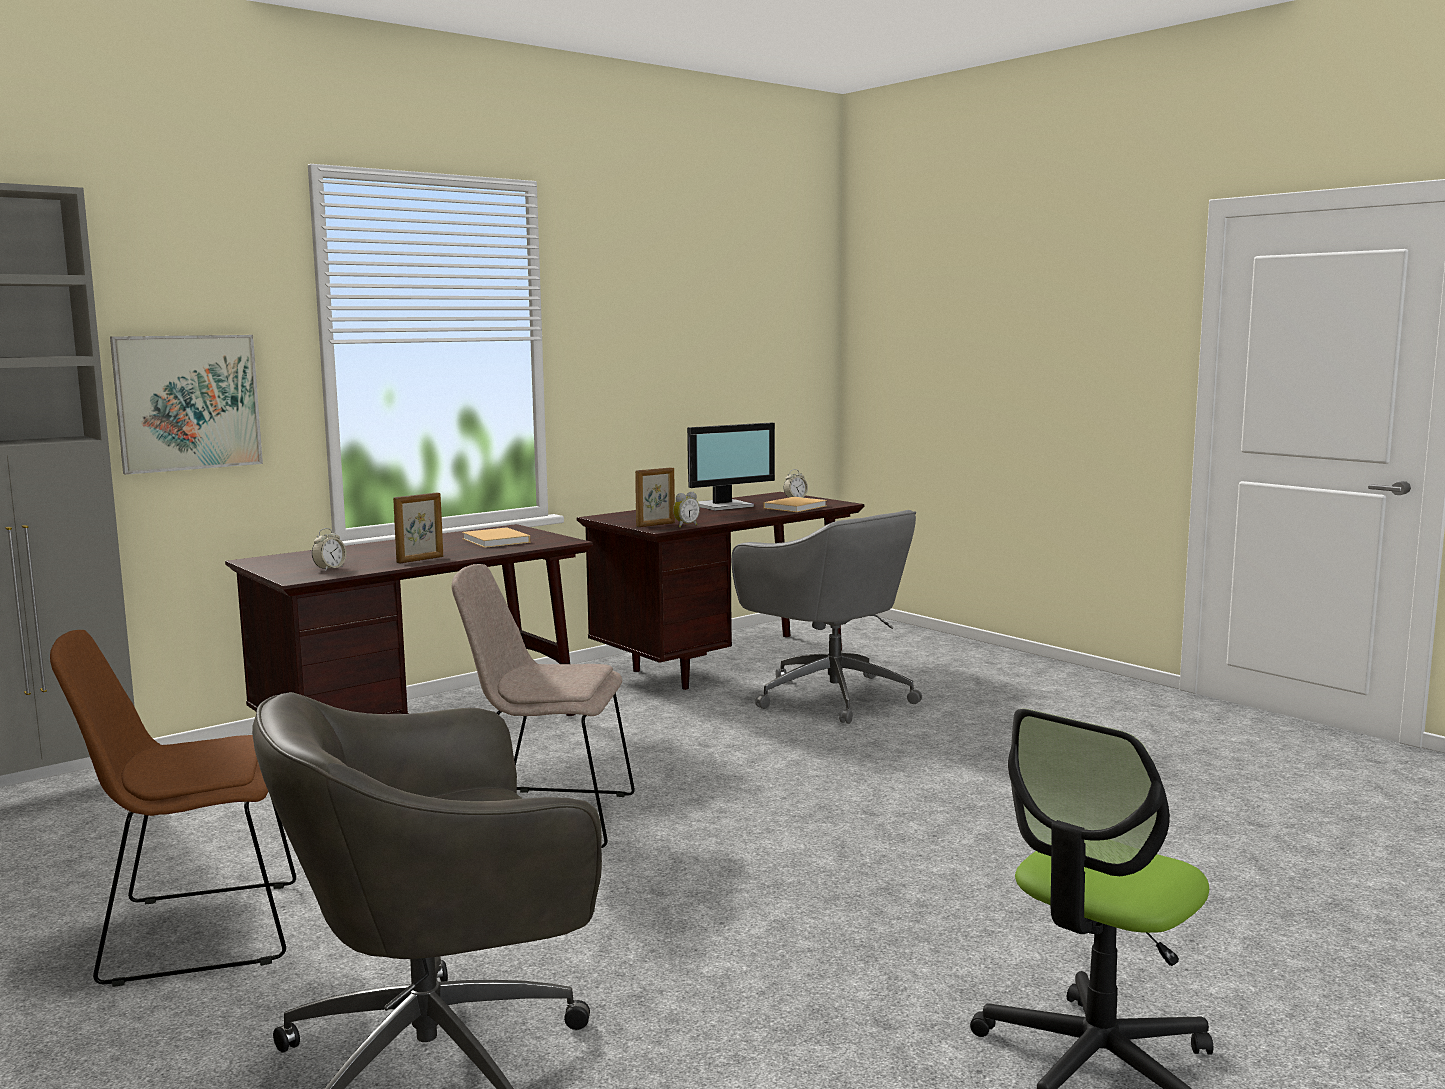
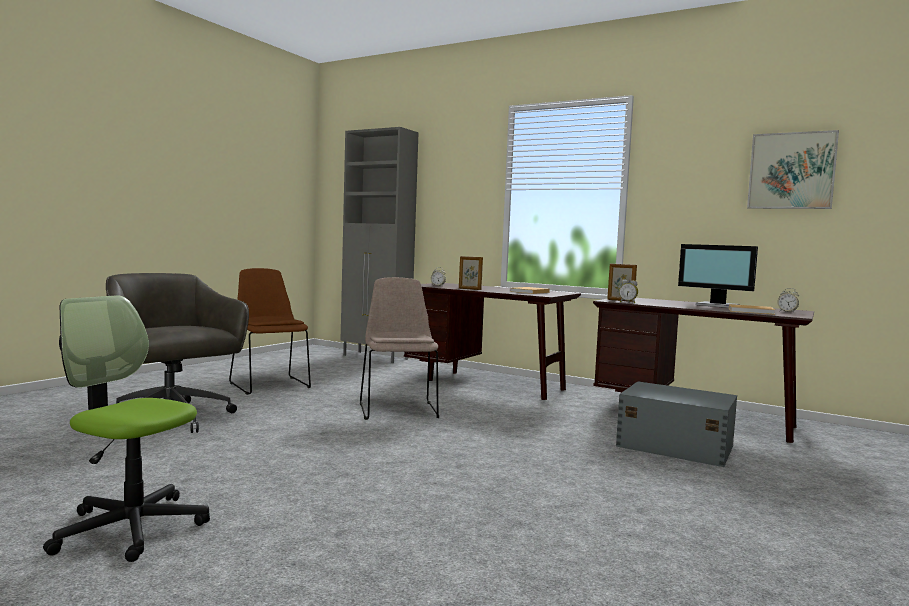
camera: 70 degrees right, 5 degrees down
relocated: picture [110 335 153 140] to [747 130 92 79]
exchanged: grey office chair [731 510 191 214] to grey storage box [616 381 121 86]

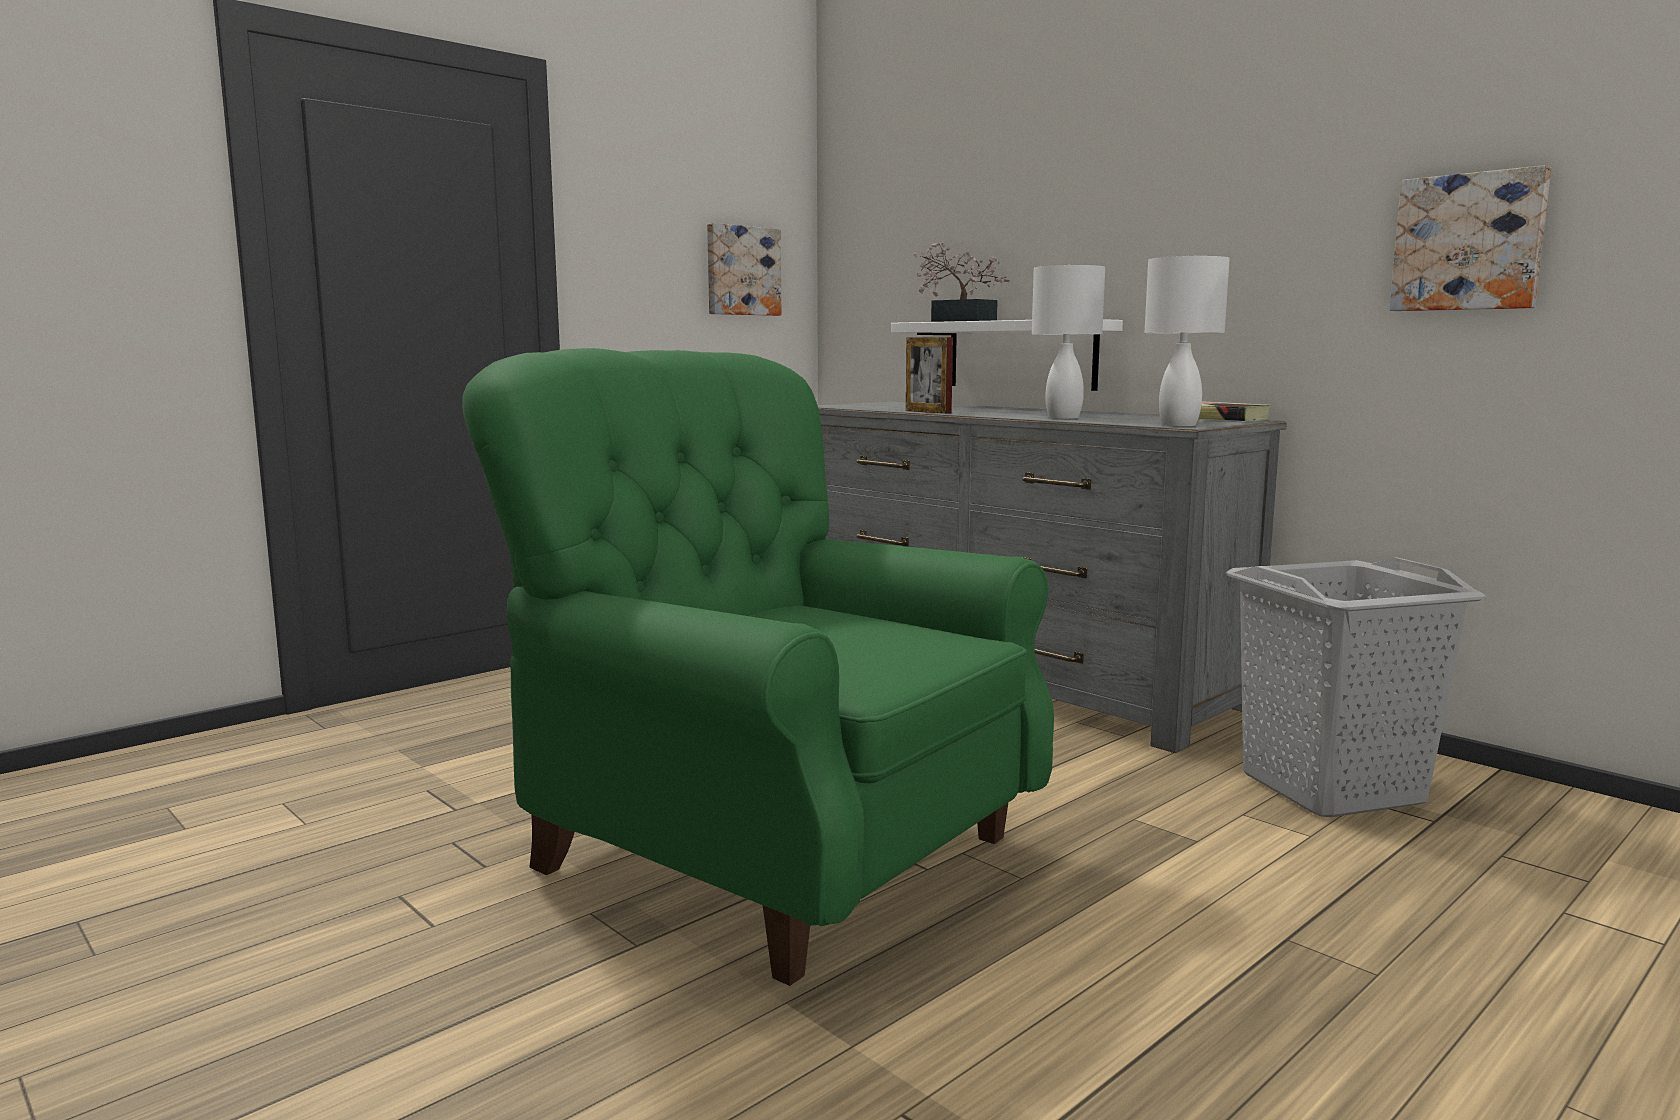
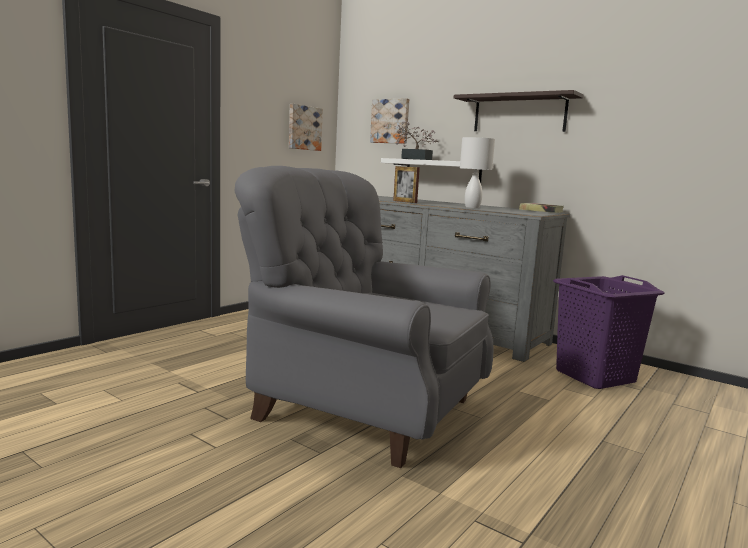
camera: 10 degrees left, 0 degrees up
missing: white table lamp [1145 256 85 170]
appeared: shelf [454 90 130 42]
relocated: picture [1389 165 162 146] to [370 98 39 46]
colour: green armchair [462 348 592 638] to grey armchair [235 166 258 302]; grey laundry basket [1226 557 260 260] to purple laundry basket [553 275 112 114]

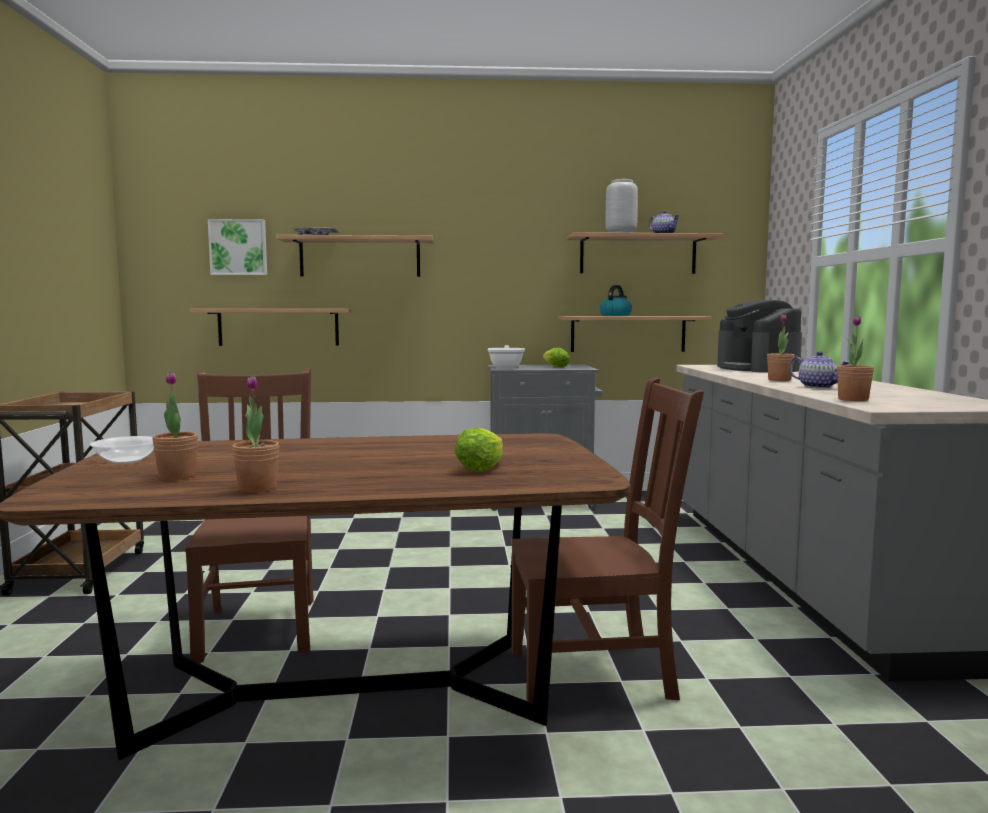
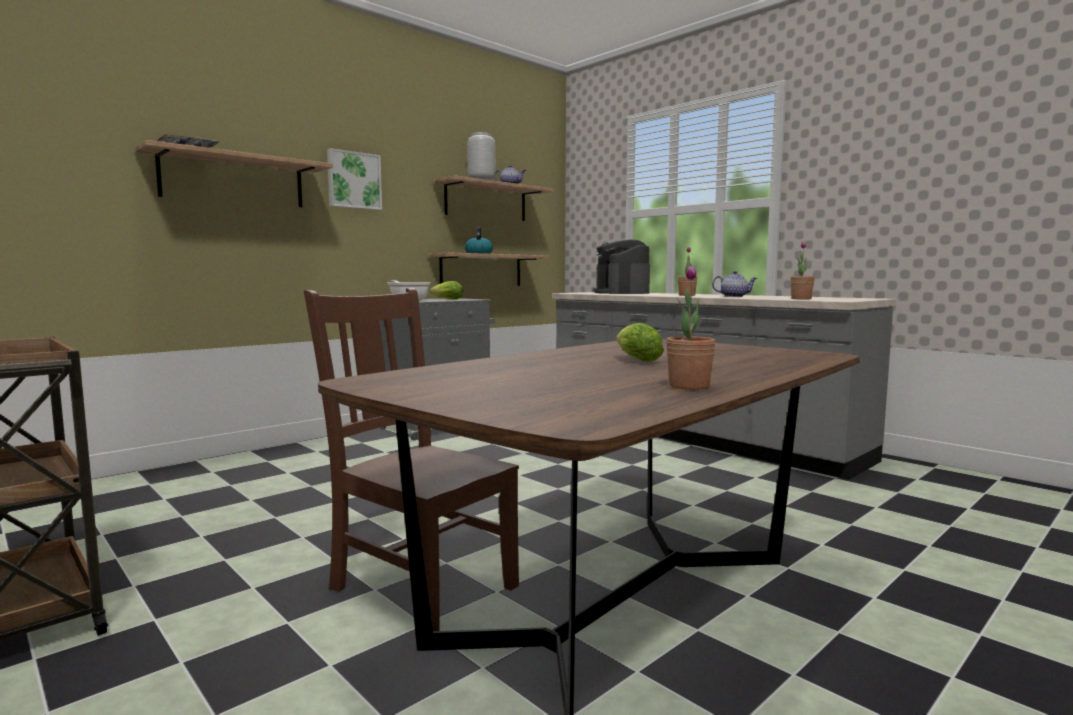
camera: 40 degrees left, 0 degrees up
missing: bowl [90 436 64 28]; potted plant [152 372 46 108]; shelf [190 309 162 37]; brown chair [511 378 193 325]
relocated: picture [208 219 59 56] to [327 148 55 62]; lettuce [454 428 49 44] to [616 323 48 39]
spun: coffee machine [717 300 85 73] = [593 239 57 55] 45 degrees clockwise

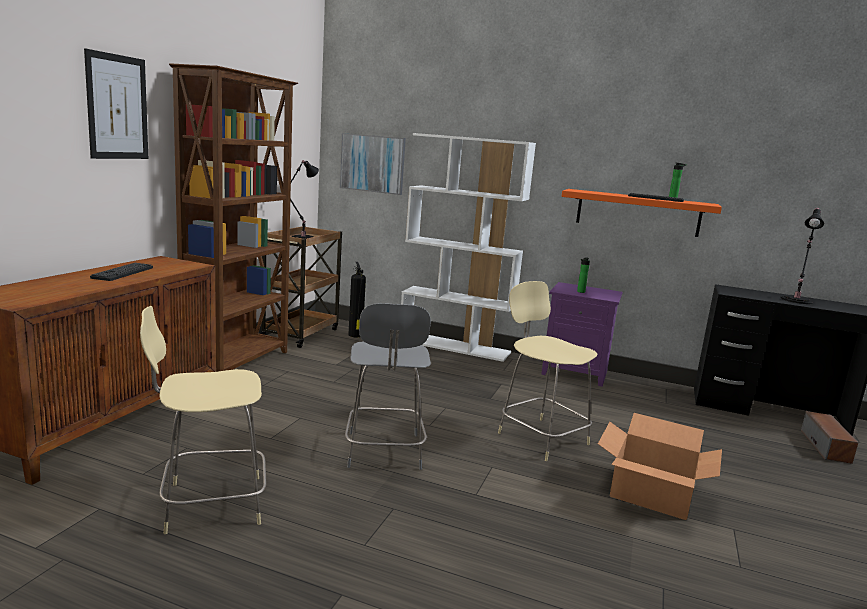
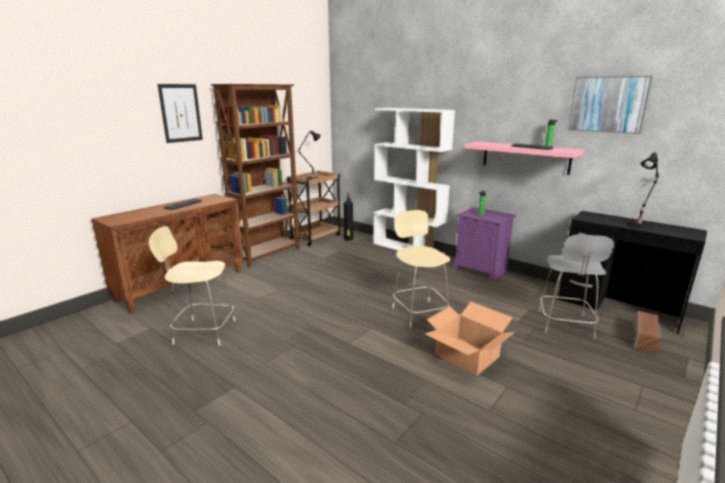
camera: 20 degrees right, 5 degrees up
relocated: picture [340 133 66 62] to [568 76 84 58]; grey chair [345 303 86 167] to [538 234 76 105]
colour: orange shelf [561 189 161 48] to pink shelf [465 141 119 34]

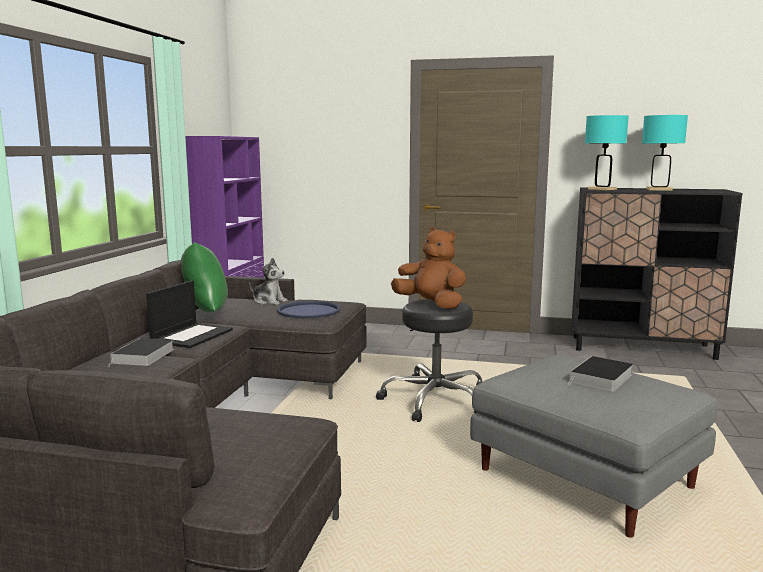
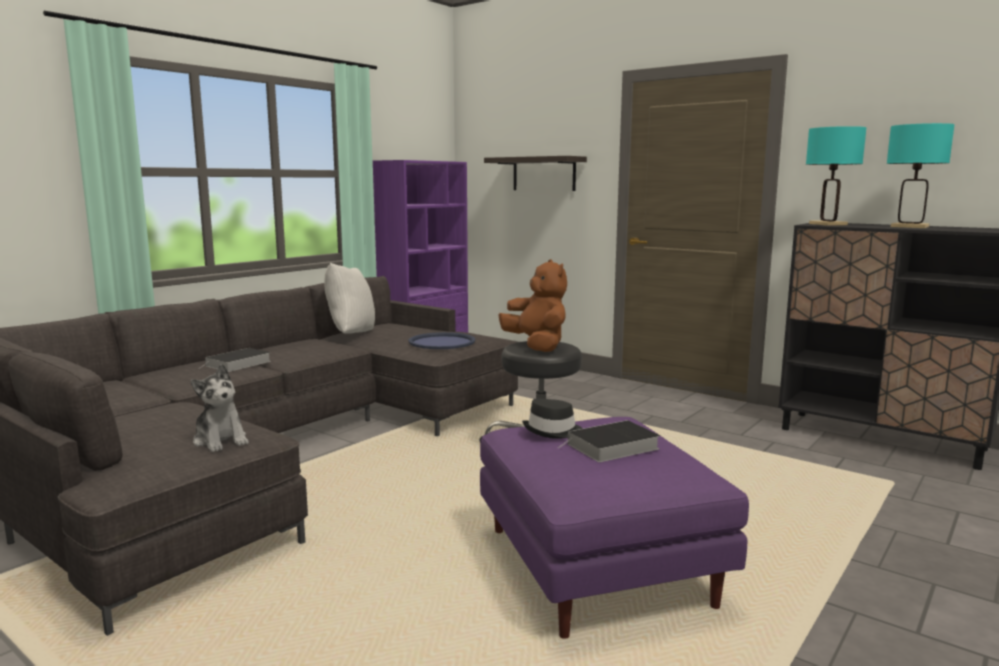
camera: 25 degrees right, 0 degrees up
missing: laptop [146 280 87 68]
appeared: shelf [484 156 103 35]; black hat [522 399 61 40]
relocated: plush toy [249 258 38 47] to [191 364 58 88]
colour: green pillow [181 242 47 70] to white pillow [324 263 51 71]; grey ottoman [470 354 248 184] to purple ottoman [480 417 269 222]

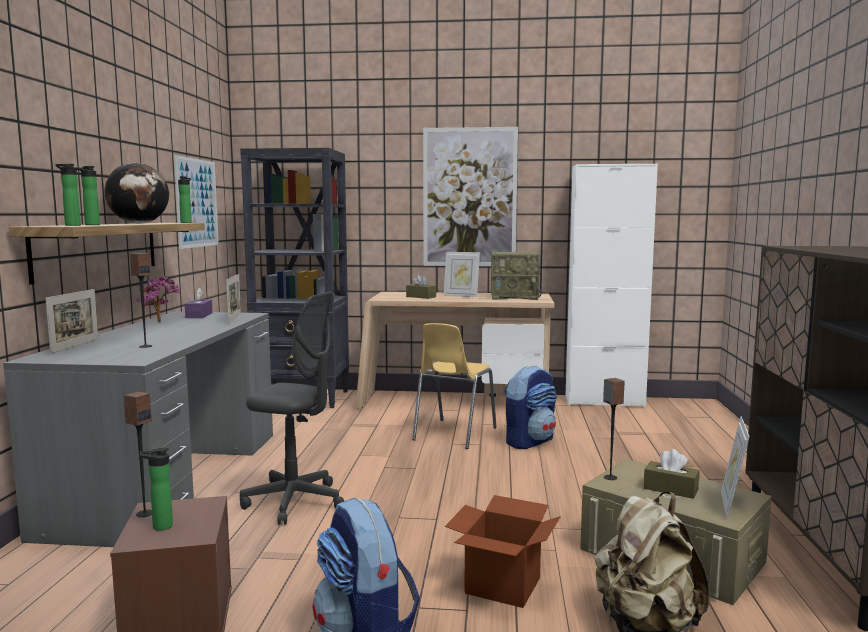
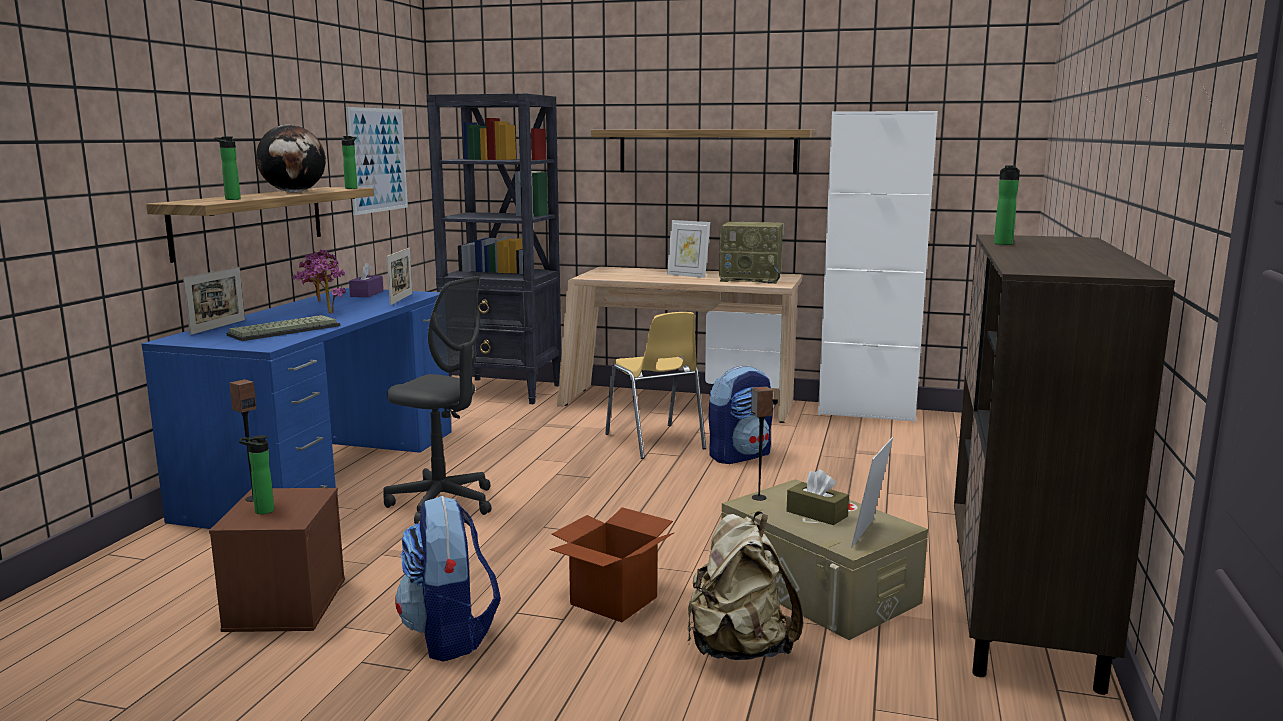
camera: 10 degrees right, 5 degrees up
missing: brown tissue box [406 274 30 25]
appeared: potted plant [297 258 49 55]
relocated: bottle [55 164 26 62] to [994 165 26 80]
exchanged: speaker [130 253 22 95] to keyboard [227 315 114 26]; picture [423 127 95 139] to shelf [591 129 224 45]
colour: grey desk [3 312 270 235] to blue desk [142 288 309 241]
spun: yellow chair [412 323 85 126] = [605 312 101 147] 60 degrees counterclockwise

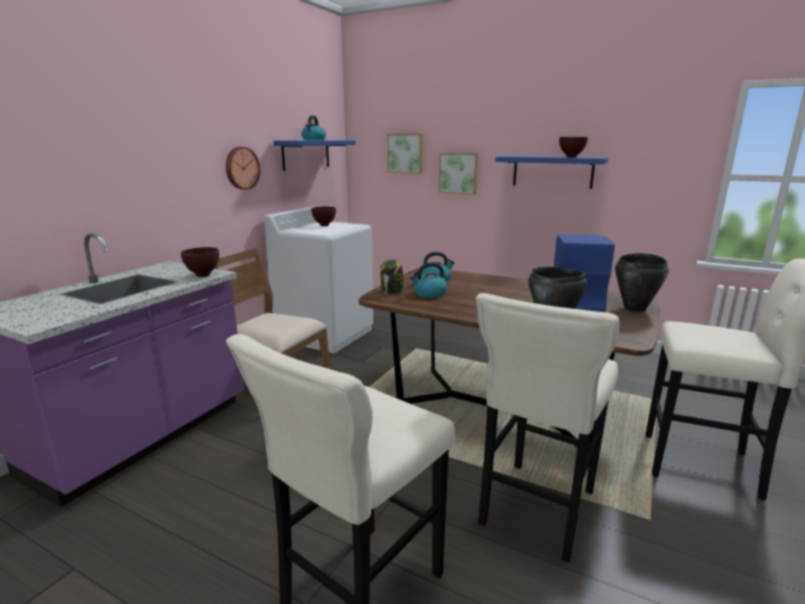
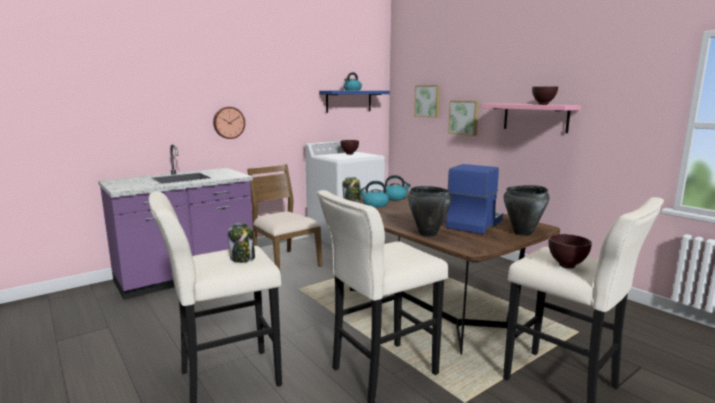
camera: 25 degrees right, 5 degrees down
appeared: jar [228 223 27 40]
relocated: brown bowl [181 247 38 30] to [549 234 43 35]; wall clock [226 147 34 43] to [213 107 32 32]
colour: blue shelf [495 156 113 33] to pink shelf [482 103 99 30]

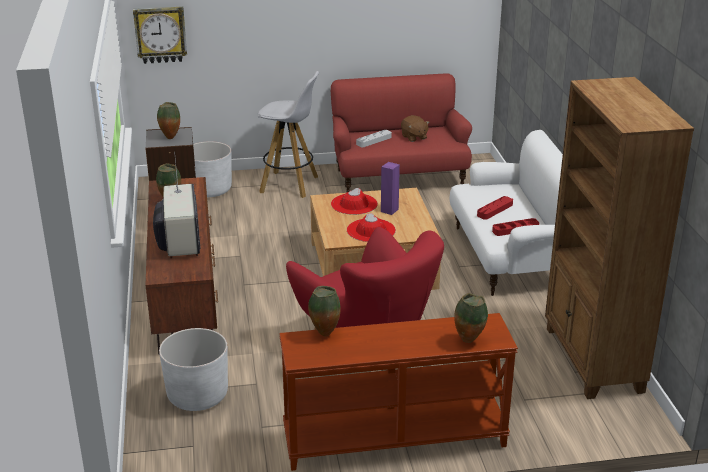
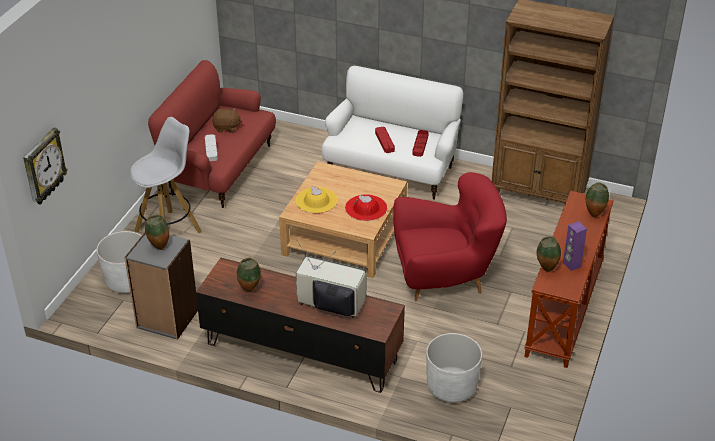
camera: 60 degrees left, 10 degrees up
relocated: purple speaker [381 162 19 53] to [563 221 24 50]
colour: red hat [331 188 47 27] to yellow hat [296 186 42 27]

